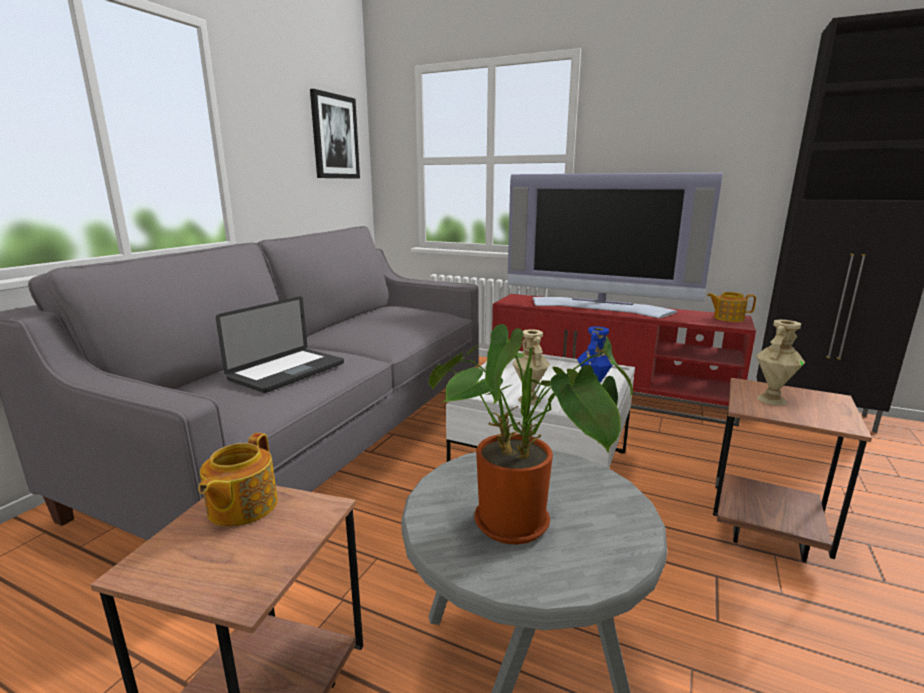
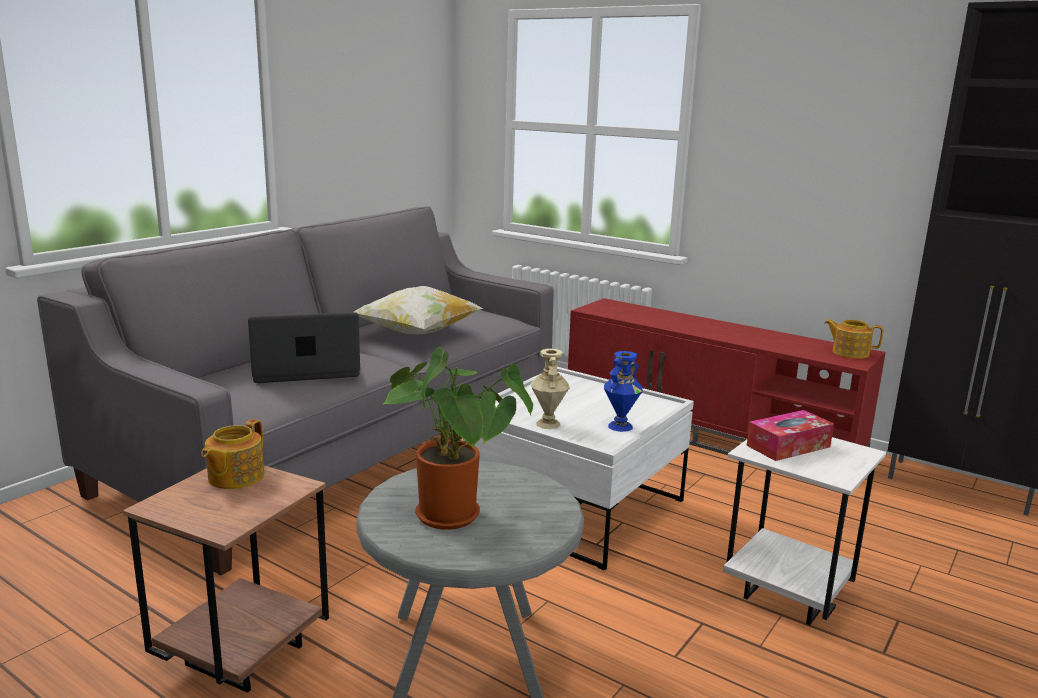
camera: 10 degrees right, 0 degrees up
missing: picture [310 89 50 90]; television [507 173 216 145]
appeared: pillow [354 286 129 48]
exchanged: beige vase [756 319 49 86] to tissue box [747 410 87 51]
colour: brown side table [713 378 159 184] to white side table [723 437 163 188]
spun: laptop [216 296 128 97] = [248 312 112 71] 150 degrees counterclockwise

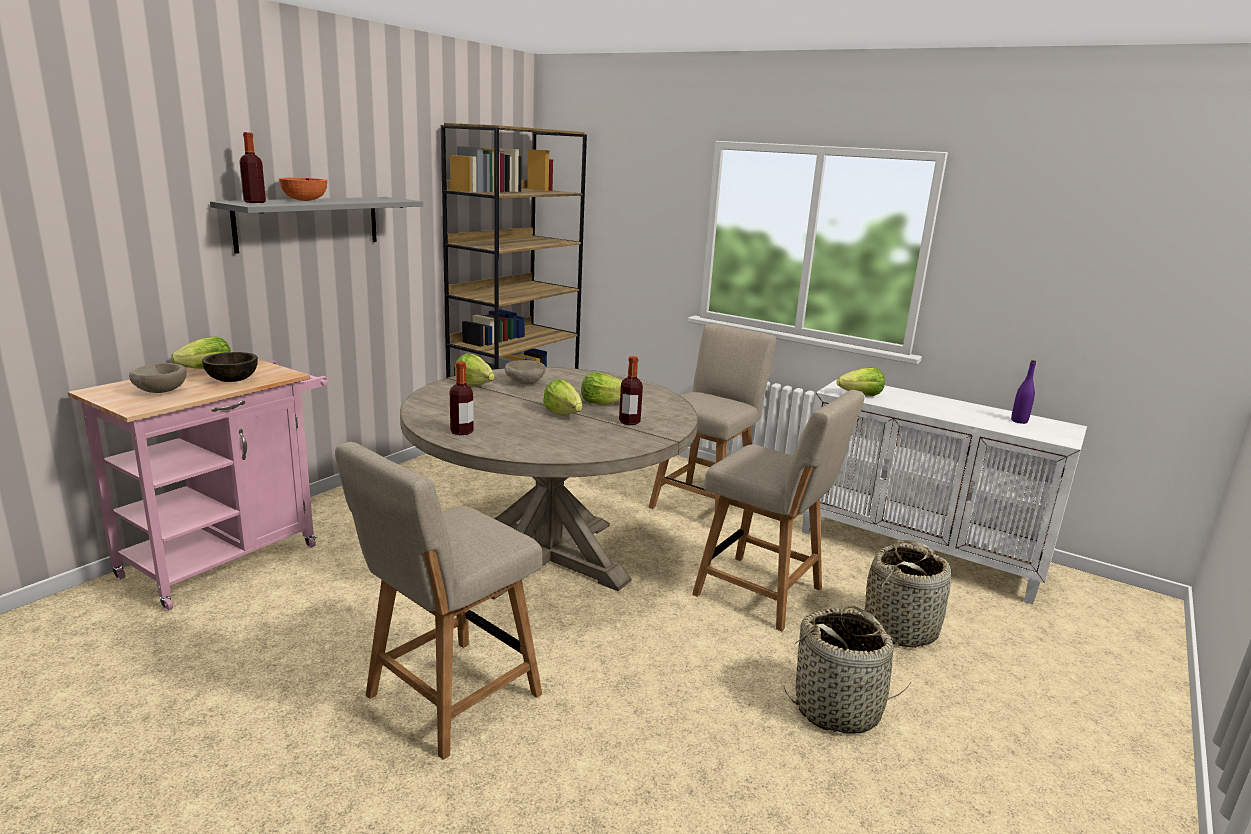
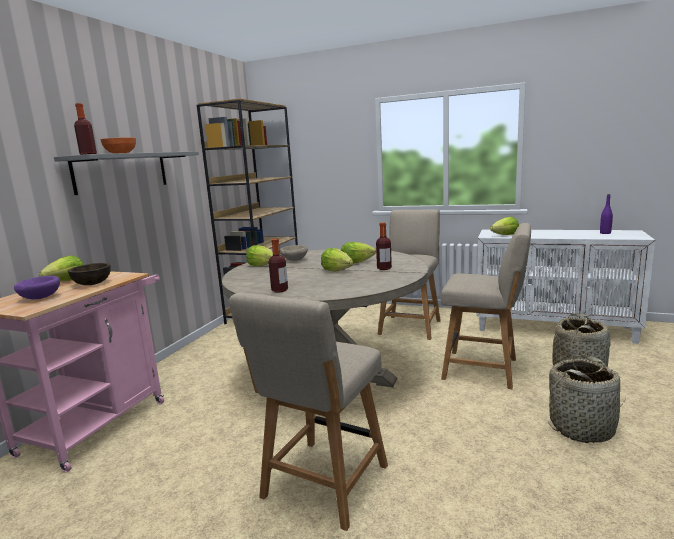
camera: 10 degrees left, 5 degrees down
colour: beige bowl [129 363 58 30] to purple bowl [14 276 46 23]

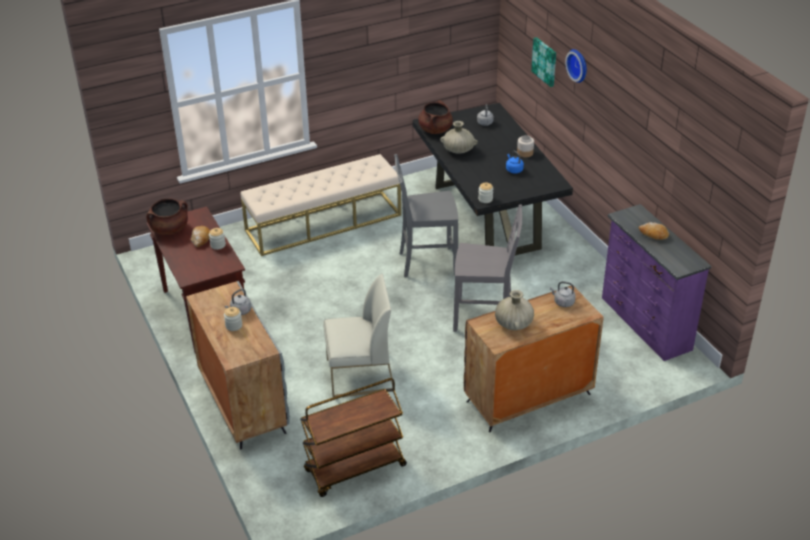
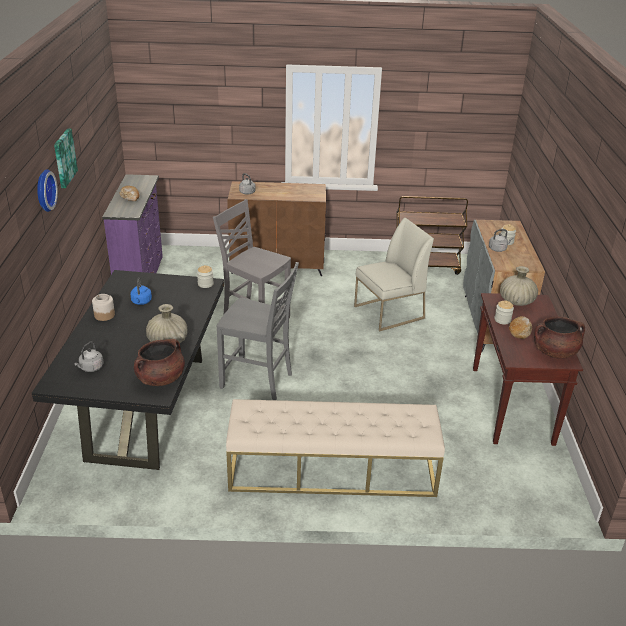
camera: 155 degrees left, 5 degrees down
relocated: beige vase [495 290 39 40] to [500 266 38 40]; picture [531 37 25 50] to [54 129 24 59]
spun: white chair [323 274 70 123] = [354 218 80 113] 135 degrees clockwise

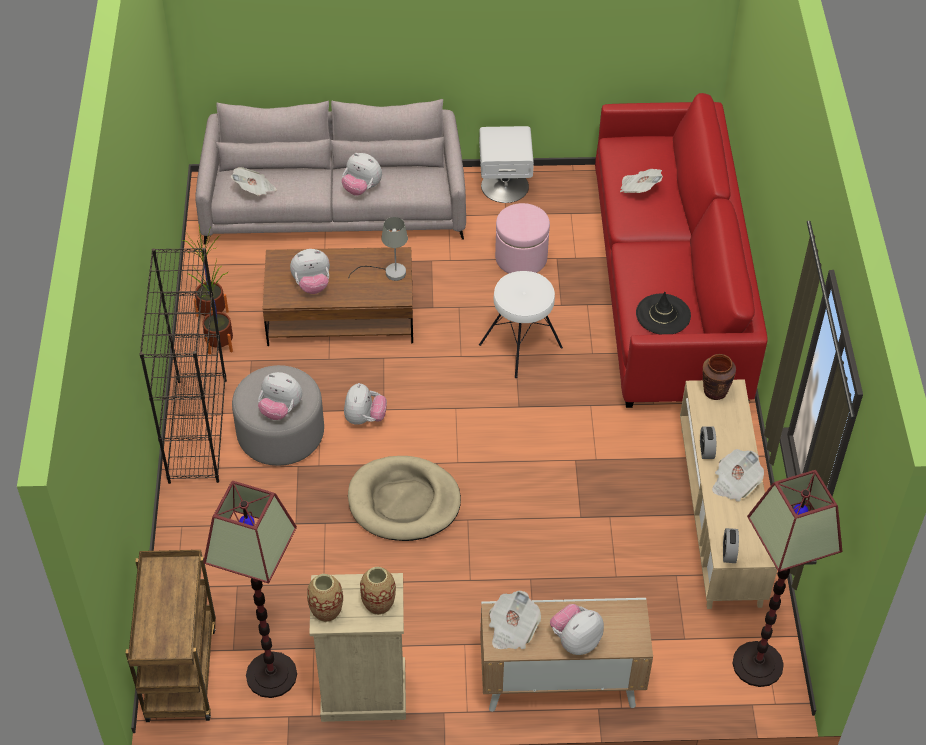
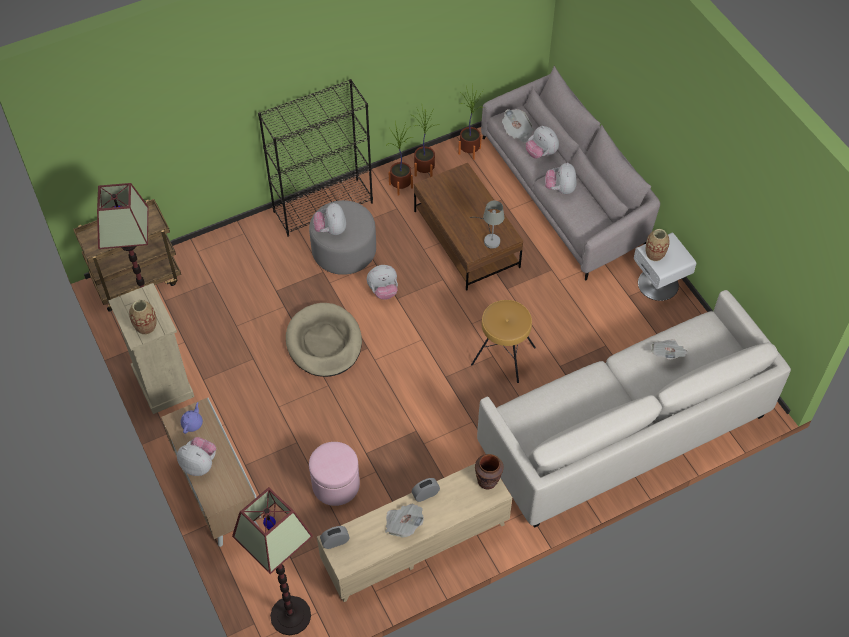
camera: 65 degrees right, 5 degrees up
missing: black hat [636 292 55 42]
appeared: potted plant [458 84 26 76]
relocated: plush toy [290 249 40 45] to [526 126 33 33]; vase [307 574 36 48] to [645 229 25 32]; pink ottoman [495 203 55 71] to [309 442 51 64]
exchanged: newspaper [489 591 52 58] to purple teapot [181 402 22 32]
colour: white stool [479 271 84 107] to brown stool [471 300 65 83]; red sofa [595 93 172 315] to white sofa [477 290 314 238]

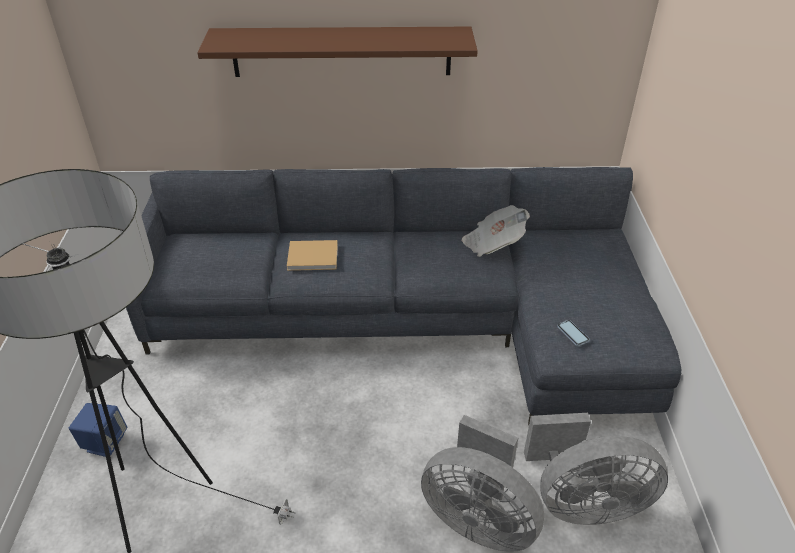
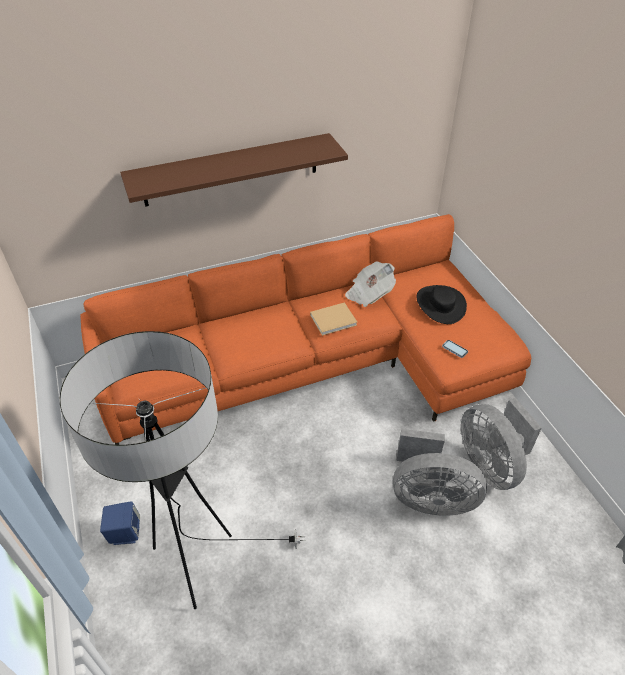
camera: 20 degrees left, 5 degrees up
appeared: black hat [417 285 50 39]
relocated: beige book [287 240 51 31] to [310 302 47 34]
colour: grey sofa [126 167 555 258] to orange sofa [80 214 452 231]
spun: grey fan [524 413 144 112] = [461 397 81 93] 90 degrees clockwise

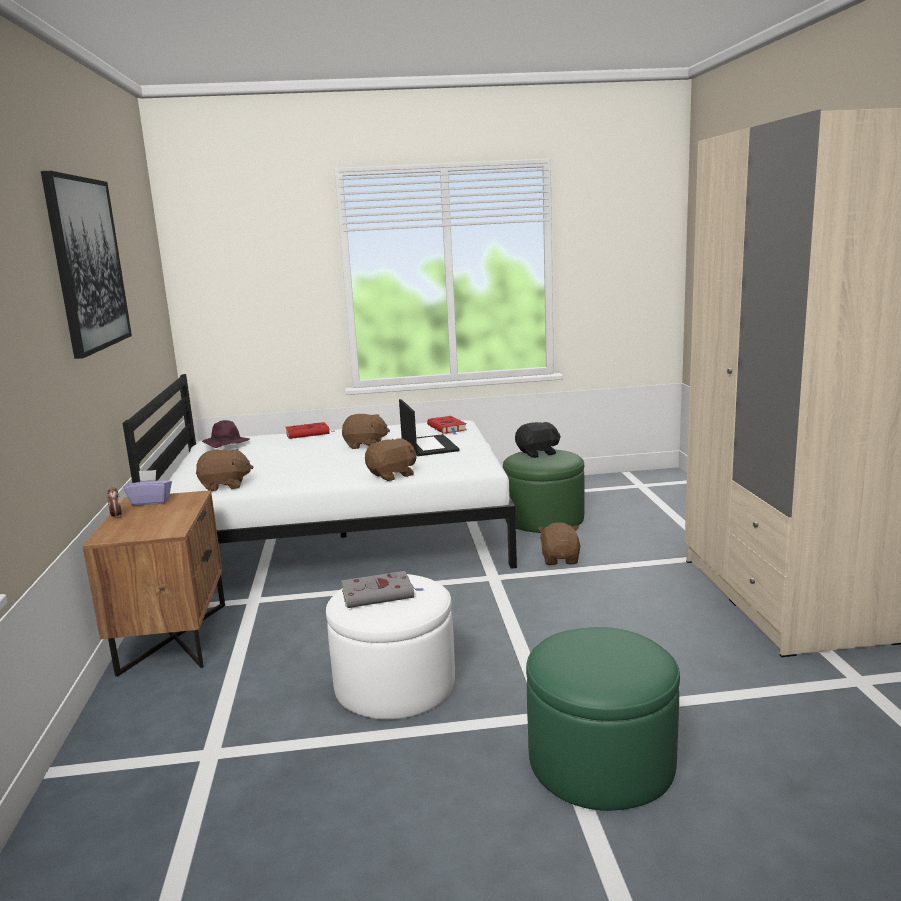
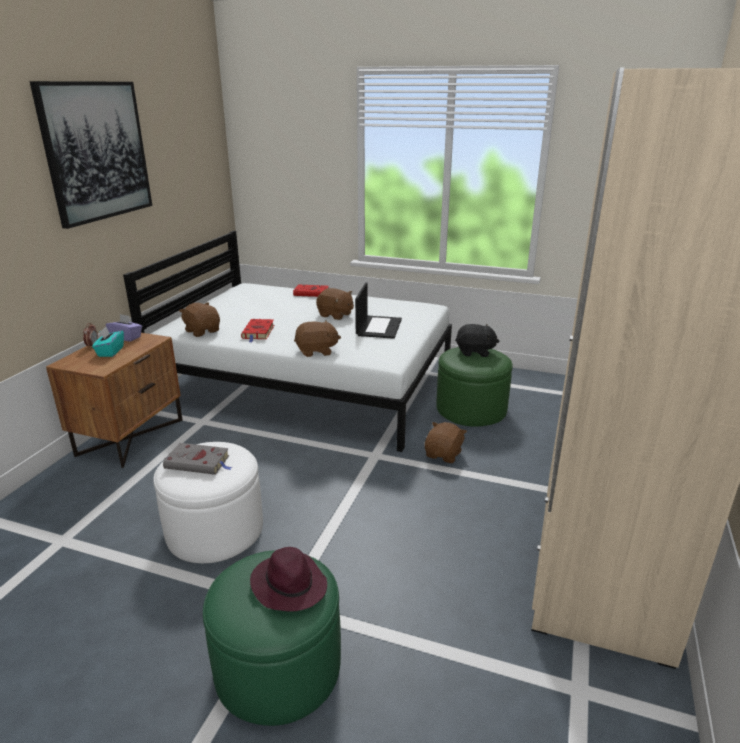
camera: 25 degrees right, 10 degrees up
appeared: turquoise tissue box [92 327 32 30]
relocated: purple hat [202 420 48 28] to [250 547 77 65]; red book [427 416 40 19] to [241 319 33 23]
spun: brown plush toy [196 449 57 42] = [179 302 41 35] 150 degrees counterclockwise

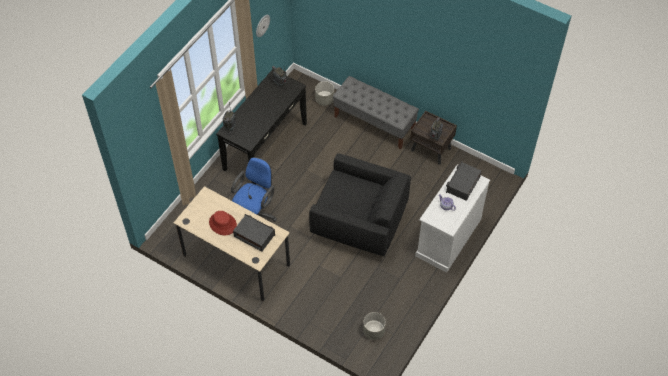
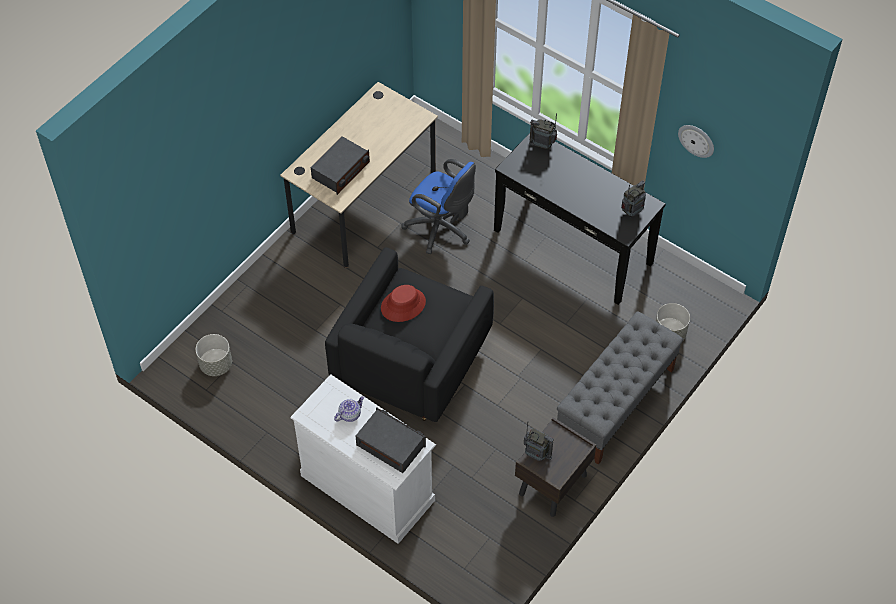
camera: 95 degrees right, 0 degrees up
relocated: red hat [209 211 28 24] to [381 285 45 37]

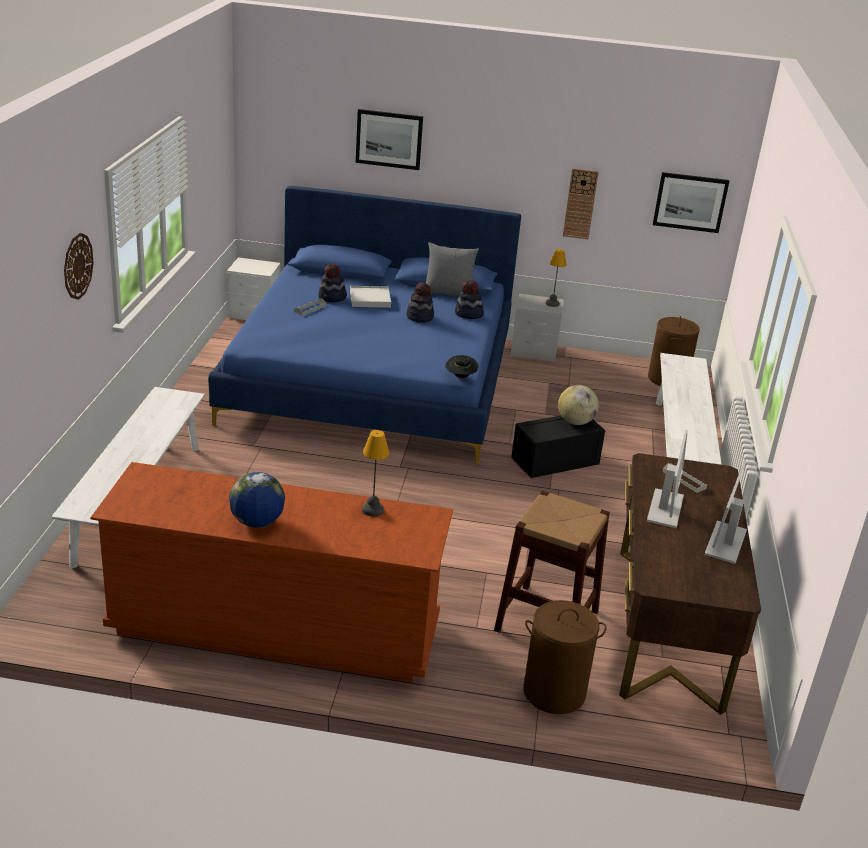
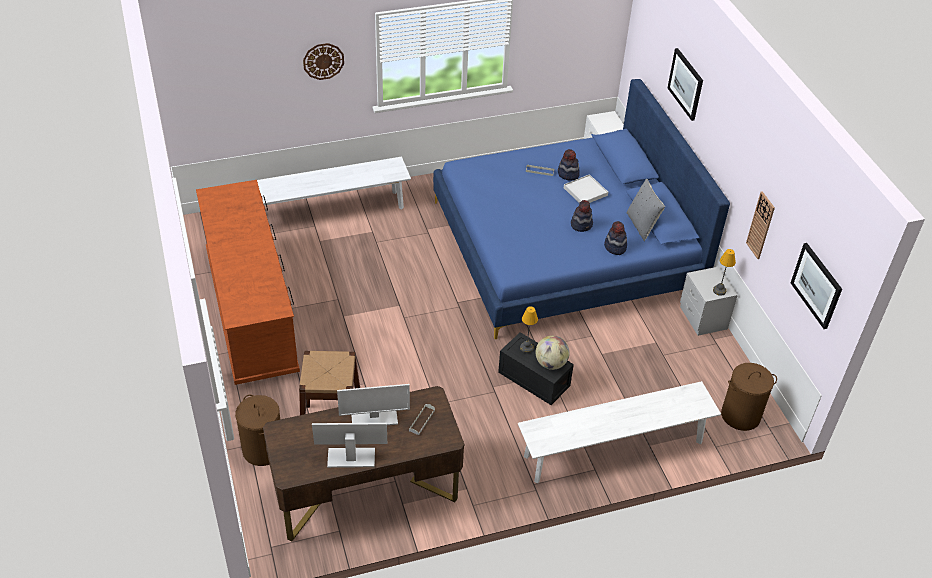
camera: 65 degrees right, 15 degrees up
missing: globe [229 472 56 56]; black hat [446 355 32 23]
relocated: table lamp [362 430 28 86] to [520 306 18 47]

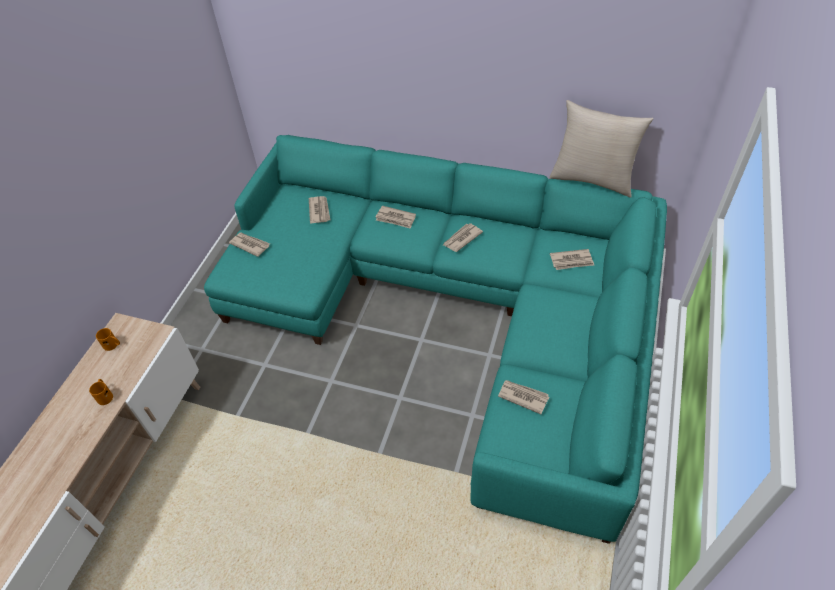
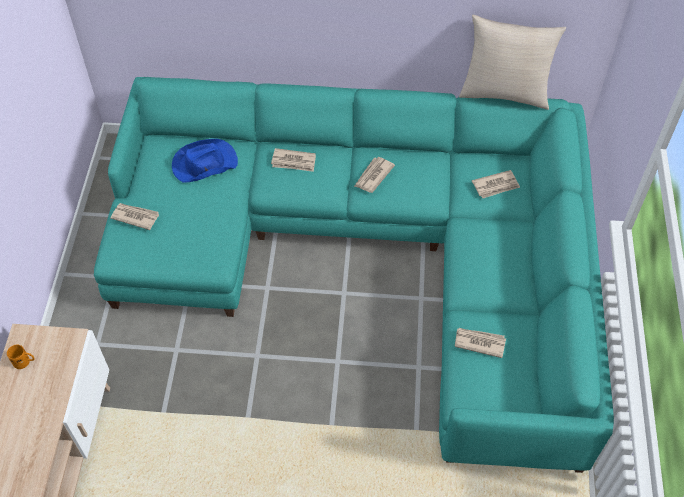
camera: 15 degrees left, 5 degrees up
missing: orange mug [89 379 24 26]
exchanged: newspaper [309 196 21 27] to blue hat [172 139 66 43]

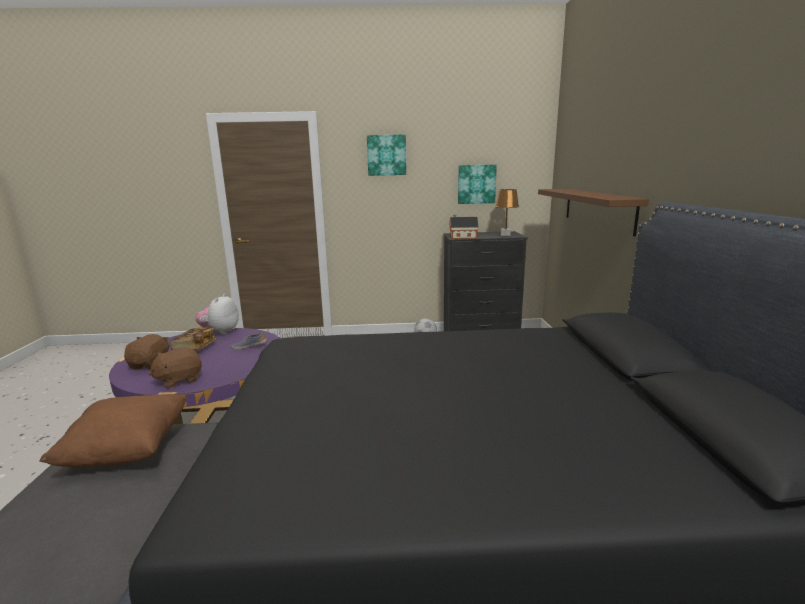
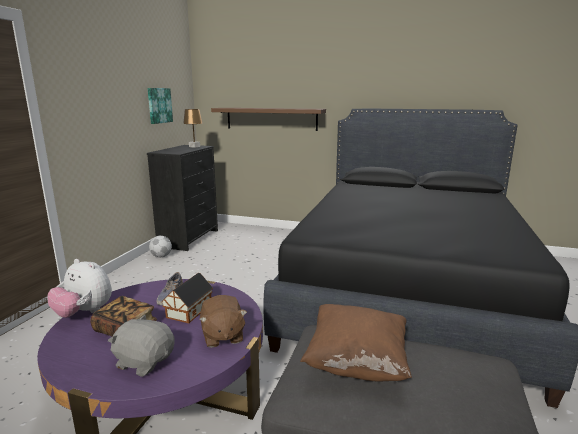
camera: 70 degrees left, 0 degrees up
missing: picture [367 134 39 42]
relocated: toy house [449 215 29 24] to [161 273 52 50]
colour: brown plush toy [124 334 46 35] to grey plush toy [108 315 67 62]

